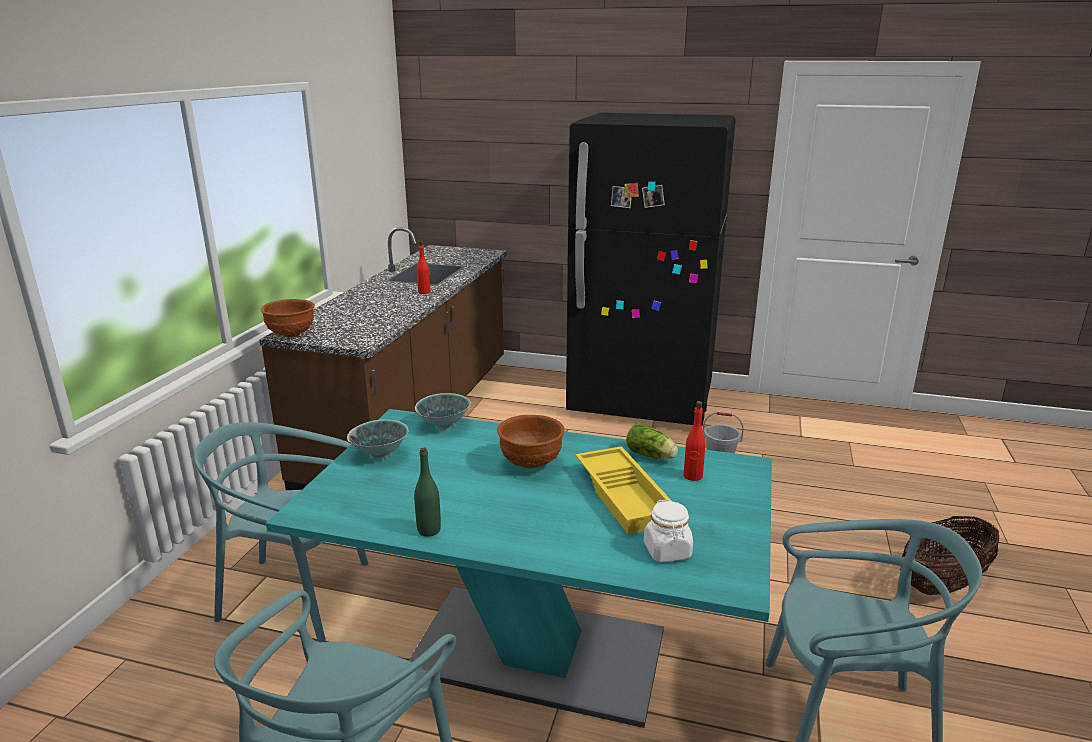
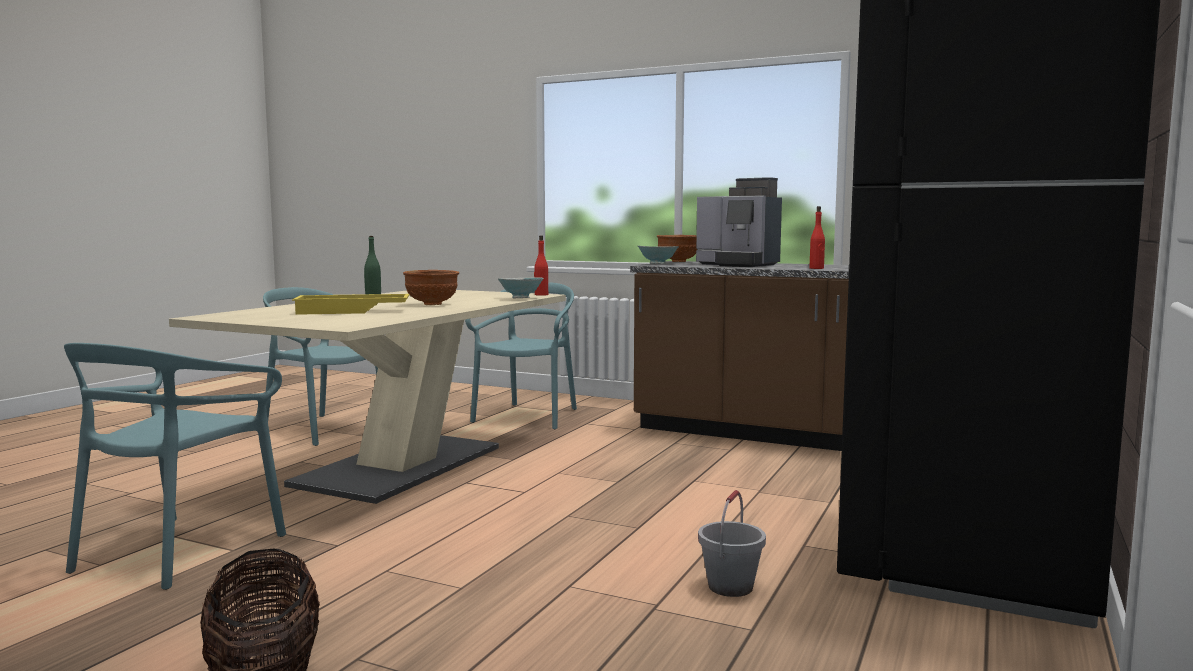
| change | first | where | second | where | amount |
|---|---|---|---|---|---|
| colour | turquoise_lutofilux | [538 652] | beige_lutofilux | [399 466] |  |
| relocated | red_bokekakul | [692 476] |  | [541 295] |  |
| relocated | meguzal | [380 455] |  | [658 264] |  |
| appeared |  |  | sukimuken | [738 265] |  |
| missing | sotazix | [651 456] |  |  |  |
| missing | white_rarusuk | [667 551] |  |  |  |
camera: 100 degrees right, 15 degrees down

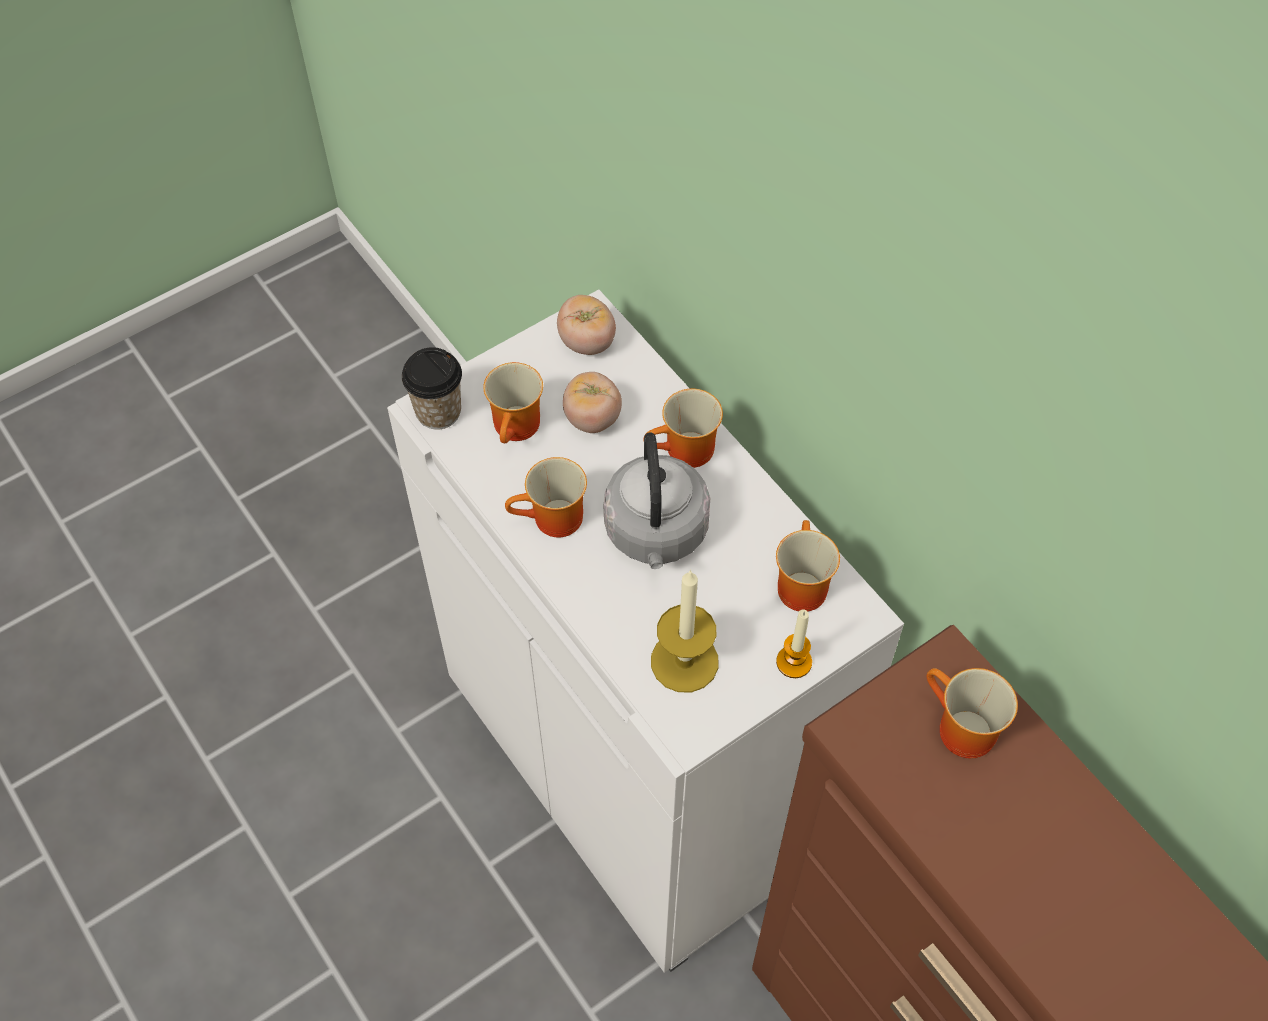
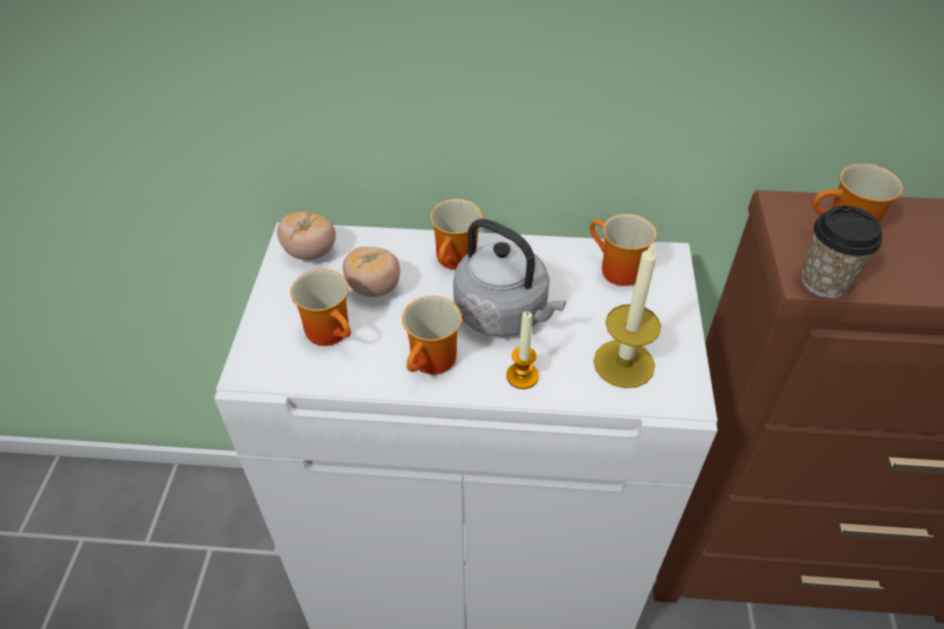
| change | first | where | second | where | amount |
|---|---|---|---|---|---|
| relocated | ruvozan | [794 662] |  | [522 376] |  |
| relocated | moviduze | [438 412] |  | [824 281] |  |
camera: 50 degrees left, 10 degrees down

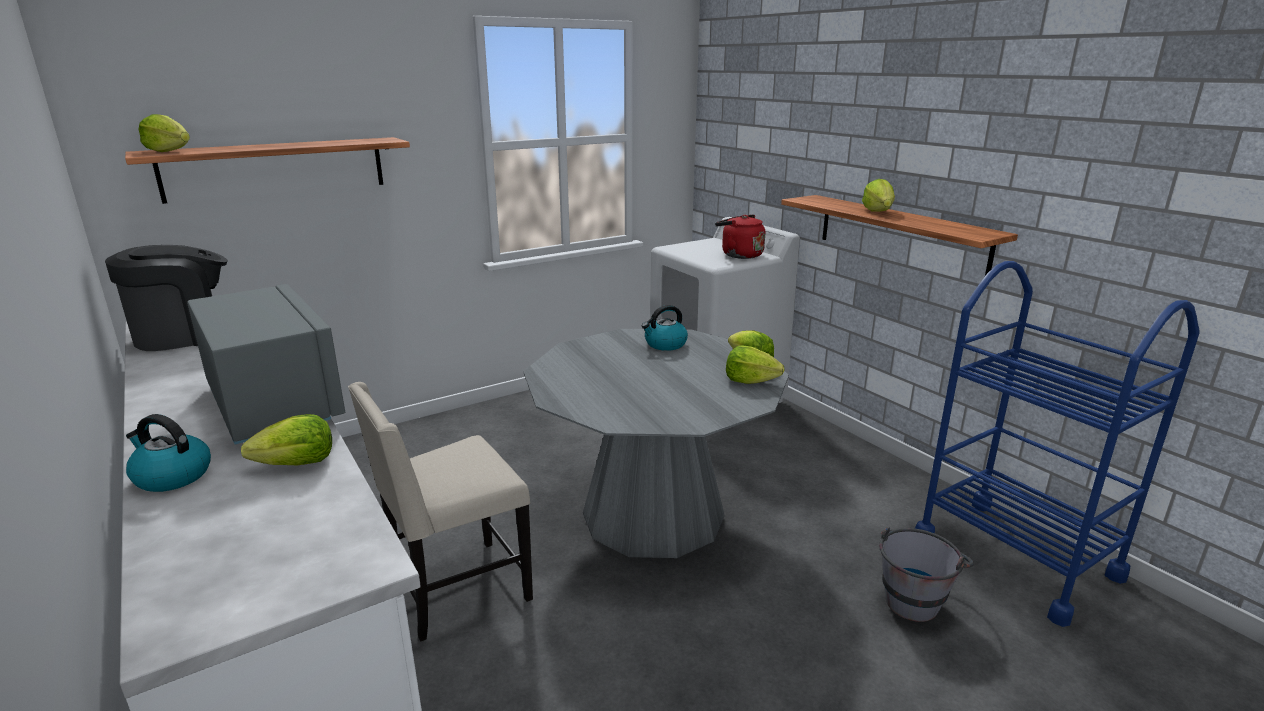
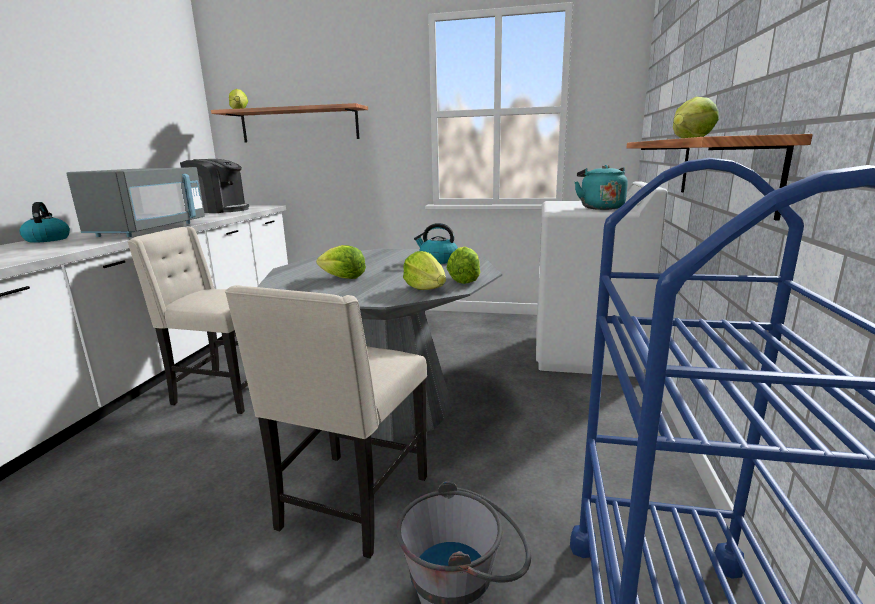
| change | first | where | second | where | amount |
|---|---|---|---|---|---|
| appeared |  |  | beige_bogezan | [351 504] |  |
| relocated | sotazix | [297 464] |  | [343 278] |  |
| colour | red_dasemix | [739 255] | turquoise_dasemix | [600 208] |  |
camera: 45 degrees right, 5 degrees down

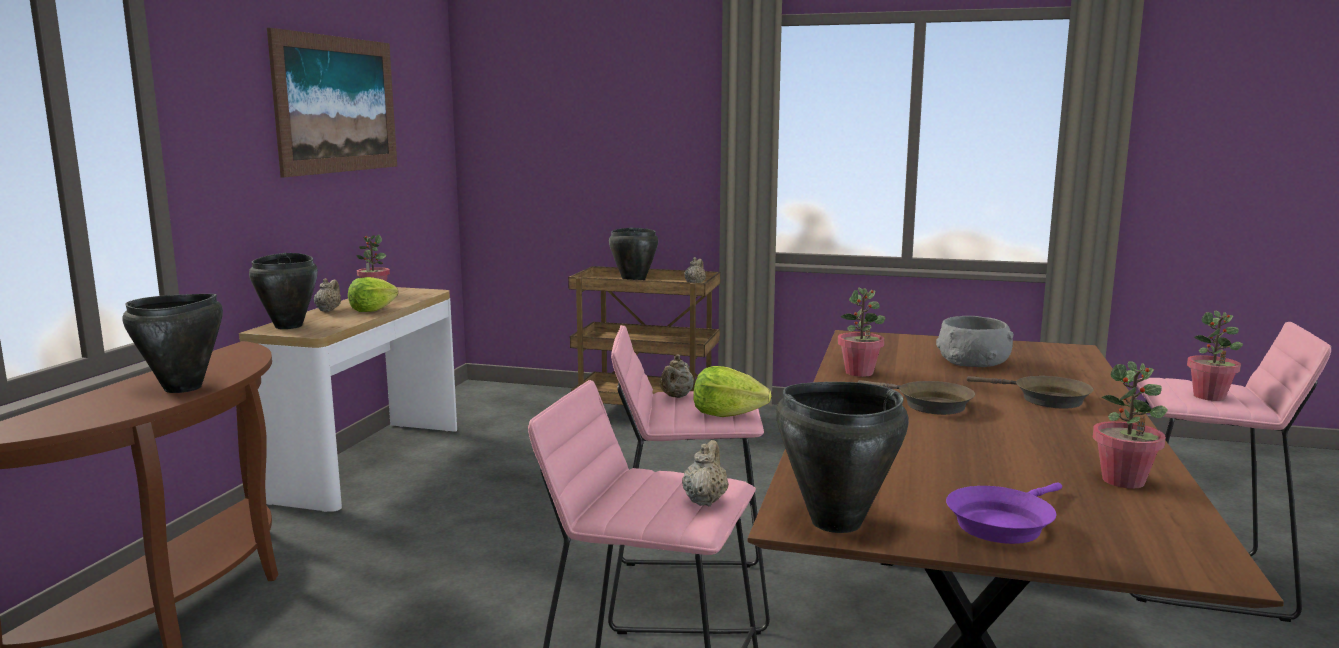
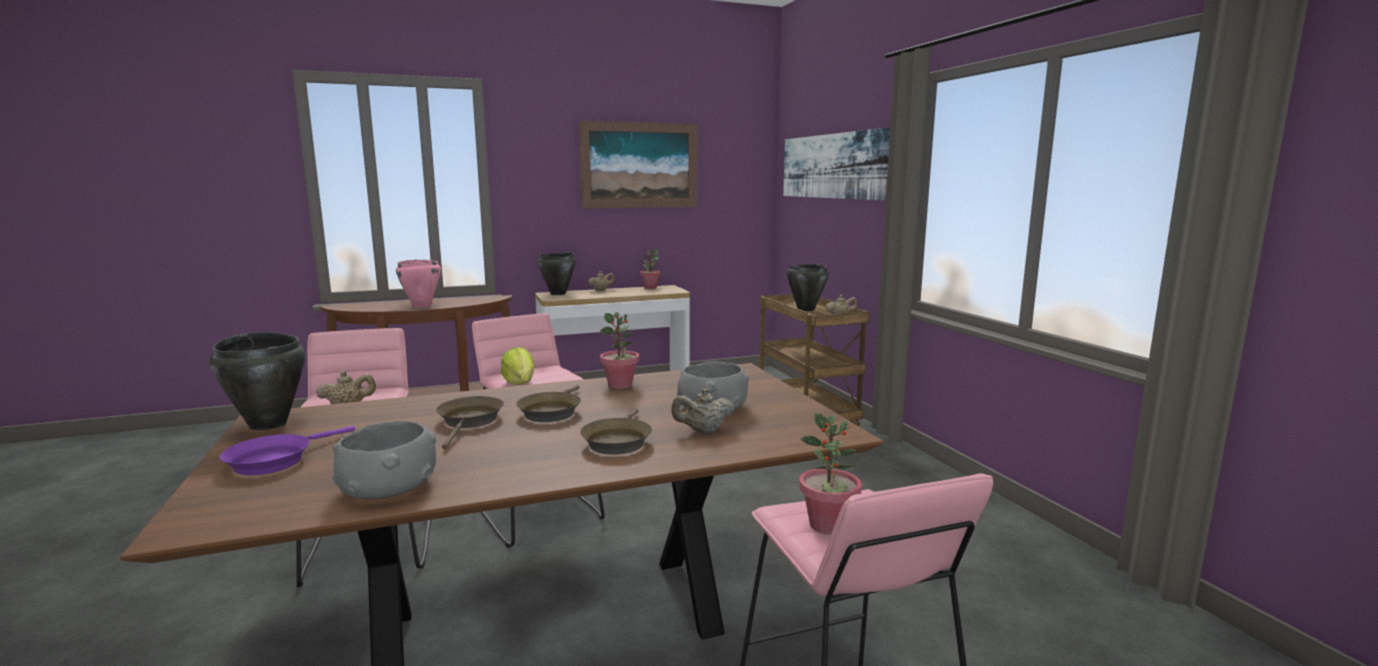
| change | first | where | second | where | amount |
|---|---|---|---|---|---|
| spun | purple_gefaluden | [1003 523] |  | [275 460] | 75 degrees counterclockwise |
| exchanged | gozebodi | [1123 481] | grey_meguzal | [390 486] |  |
| colour | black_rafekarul | [183 388] | pink_rafekarul | [421 306] |  |
| appeared |  |  | brown_gefaluden | [470 422] |  |
| relocated | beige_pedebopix | [676 396] |  | [703 431] |  |
| appeared |  |  | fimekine | [831 166] |  |
| missing | sotazix | [372 310] |  |  |  |
camera: 55 degrees right, 0 degrees up

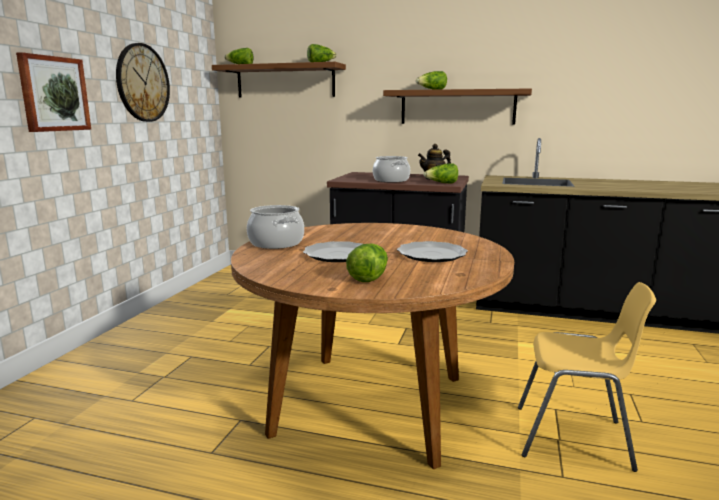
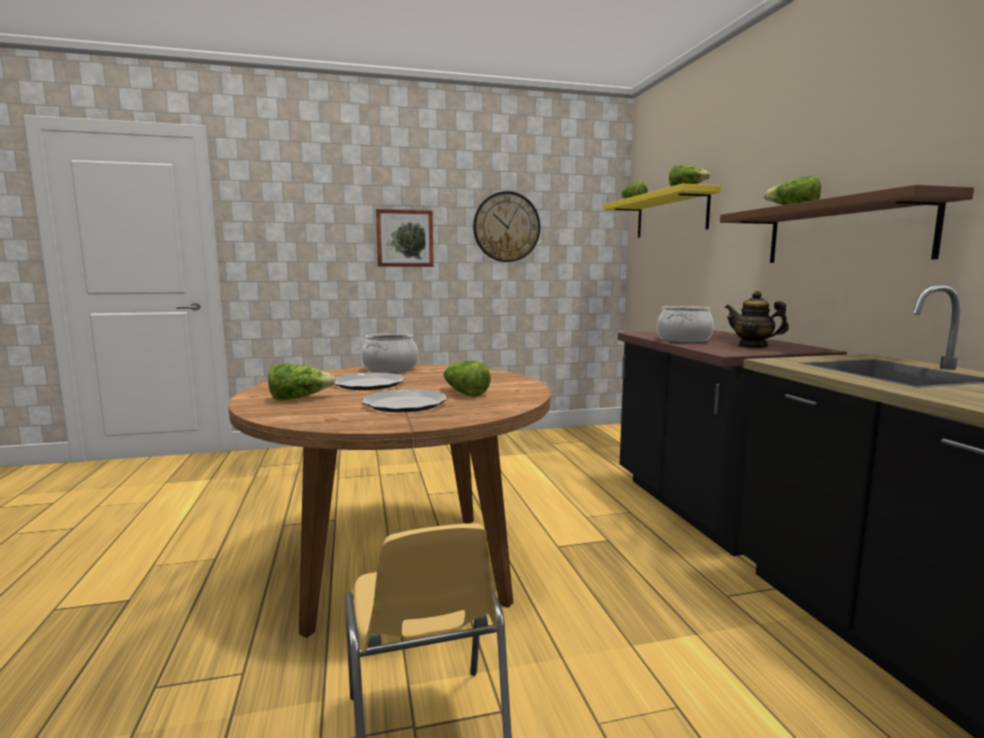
| change | first | where | second | where | amount |
|---|---|---|---|---|---|
| relocated | sotazix | [442 183] |  | [464 393] |  |
| colour | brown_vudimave | [285 81] | yellow_vudimave | [670 215] |  |
camera: 60 degrees right, 5 degrees down

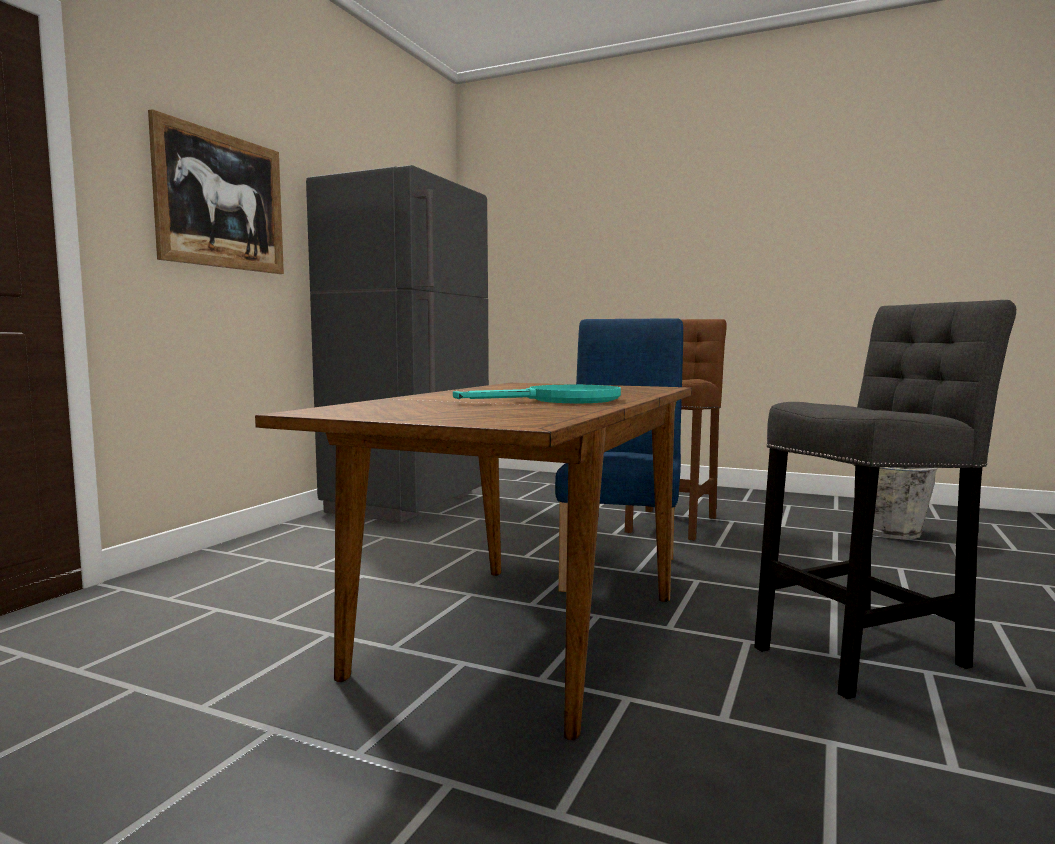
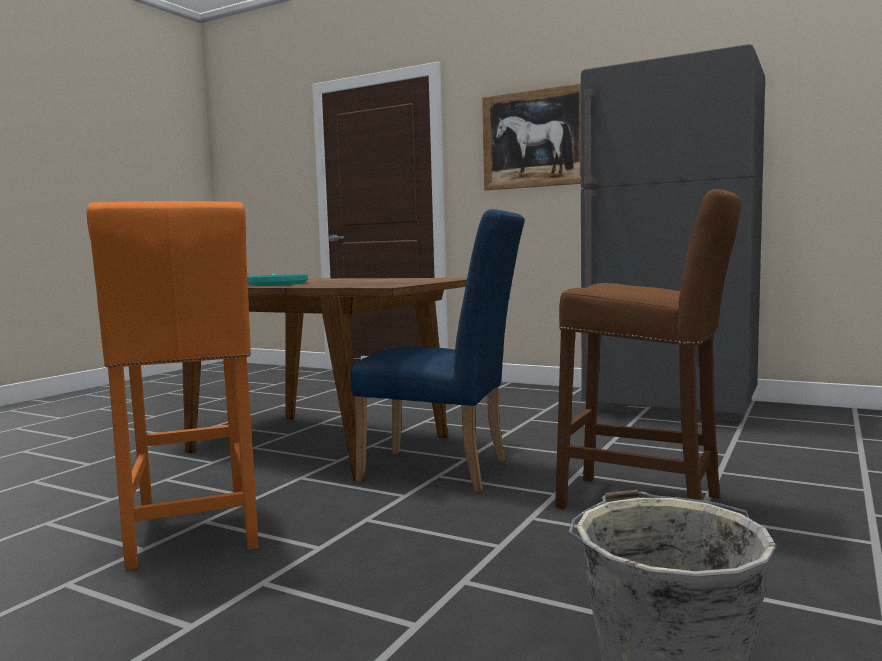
| change | first | where | second | where | amount |
|---|---|---|---|---|---|
| colour | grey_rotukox | [867 654] | orange_rotukox | [193 533] |  |
camera: 95 degrees right, 0 degrees up

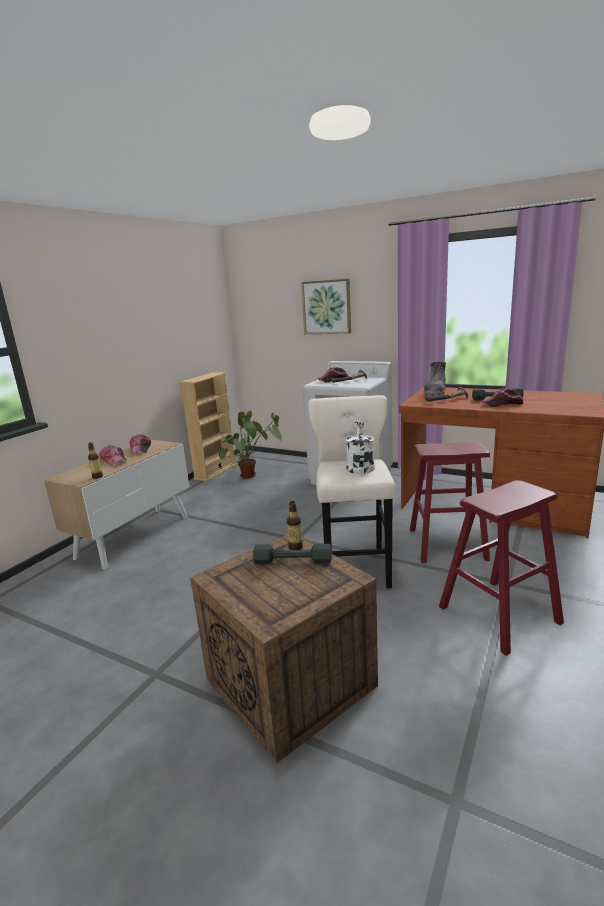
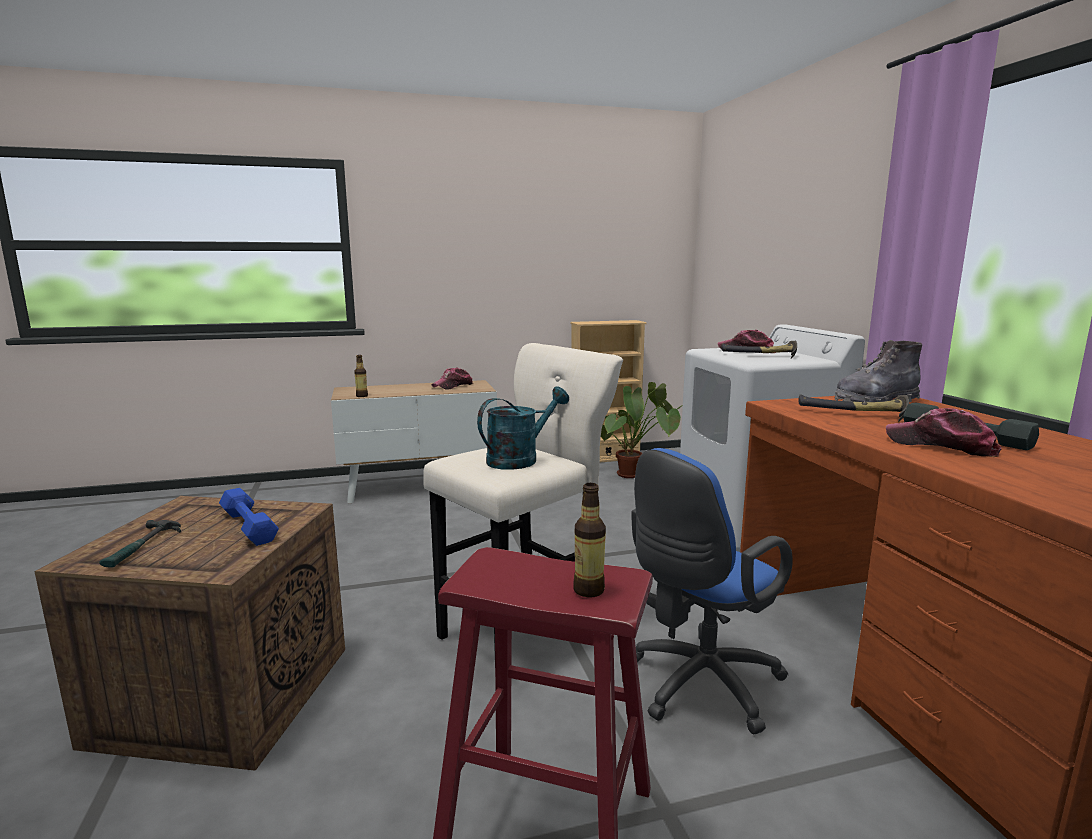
| change | first | where | second | where | amount |
|---|---|---|---|---|---|
| appeared |  |  | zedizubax | [142 547] |  |
| colour | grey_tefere | [293 561] | blue_tefere | [249 526] |  |
| colour | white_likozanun | [359 466] | turquoise_likozanun | [519 459] |  |
| relocated | bokekakul | [295 547] |  | [588 590] |  |
| exchanged | red_rotukox | [446 544] | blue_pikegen | [698 686] |  |
| missing | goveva | [114 460] |  |  |  |
| missing | fimekine | [326 307] |  |  |  |
camera: 45 degrees right, 5 degrees down

